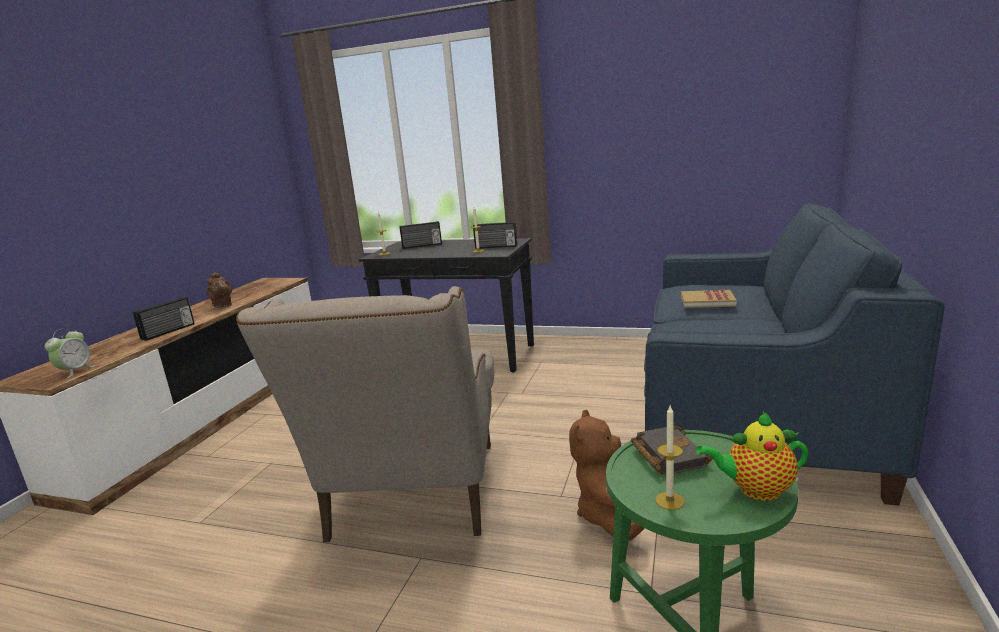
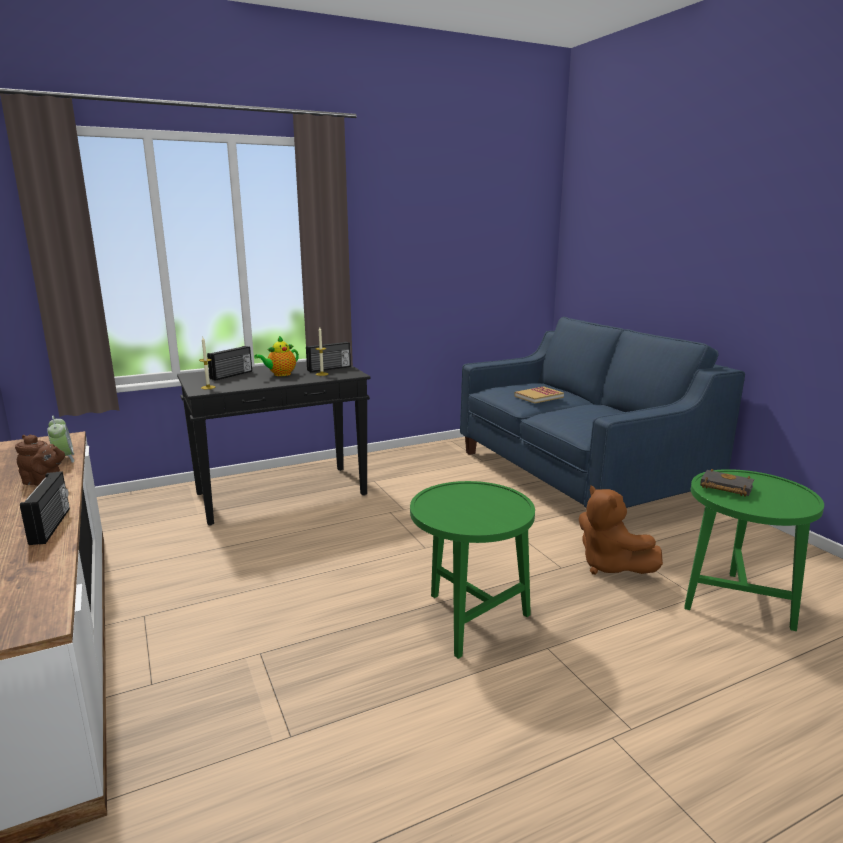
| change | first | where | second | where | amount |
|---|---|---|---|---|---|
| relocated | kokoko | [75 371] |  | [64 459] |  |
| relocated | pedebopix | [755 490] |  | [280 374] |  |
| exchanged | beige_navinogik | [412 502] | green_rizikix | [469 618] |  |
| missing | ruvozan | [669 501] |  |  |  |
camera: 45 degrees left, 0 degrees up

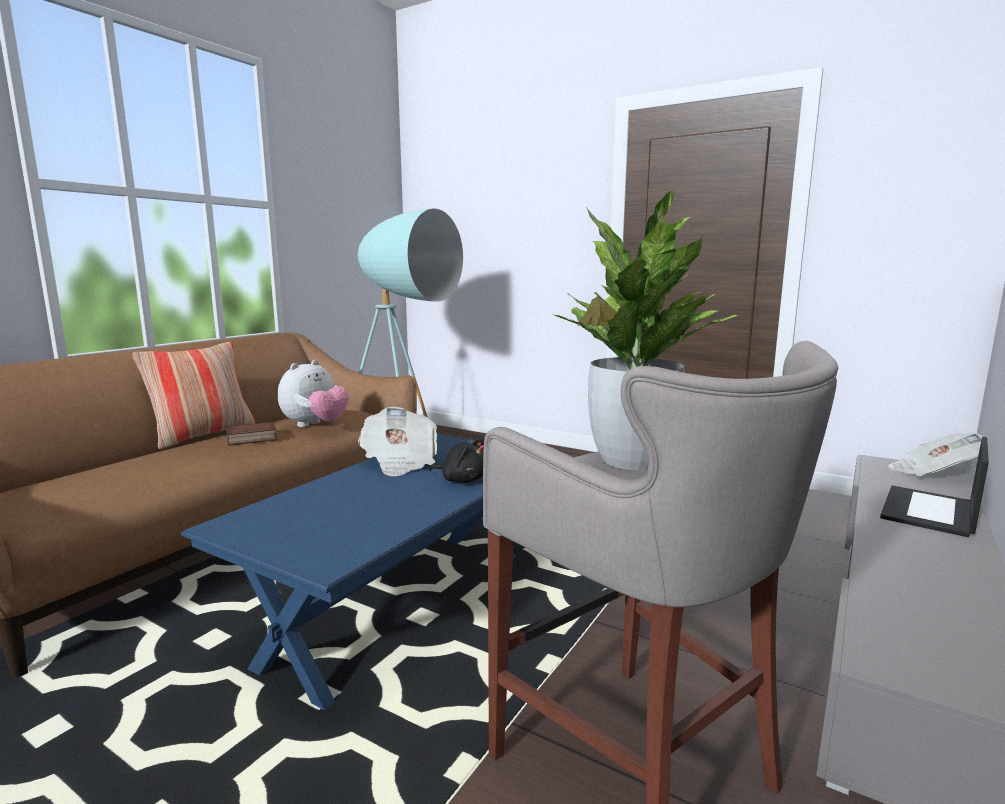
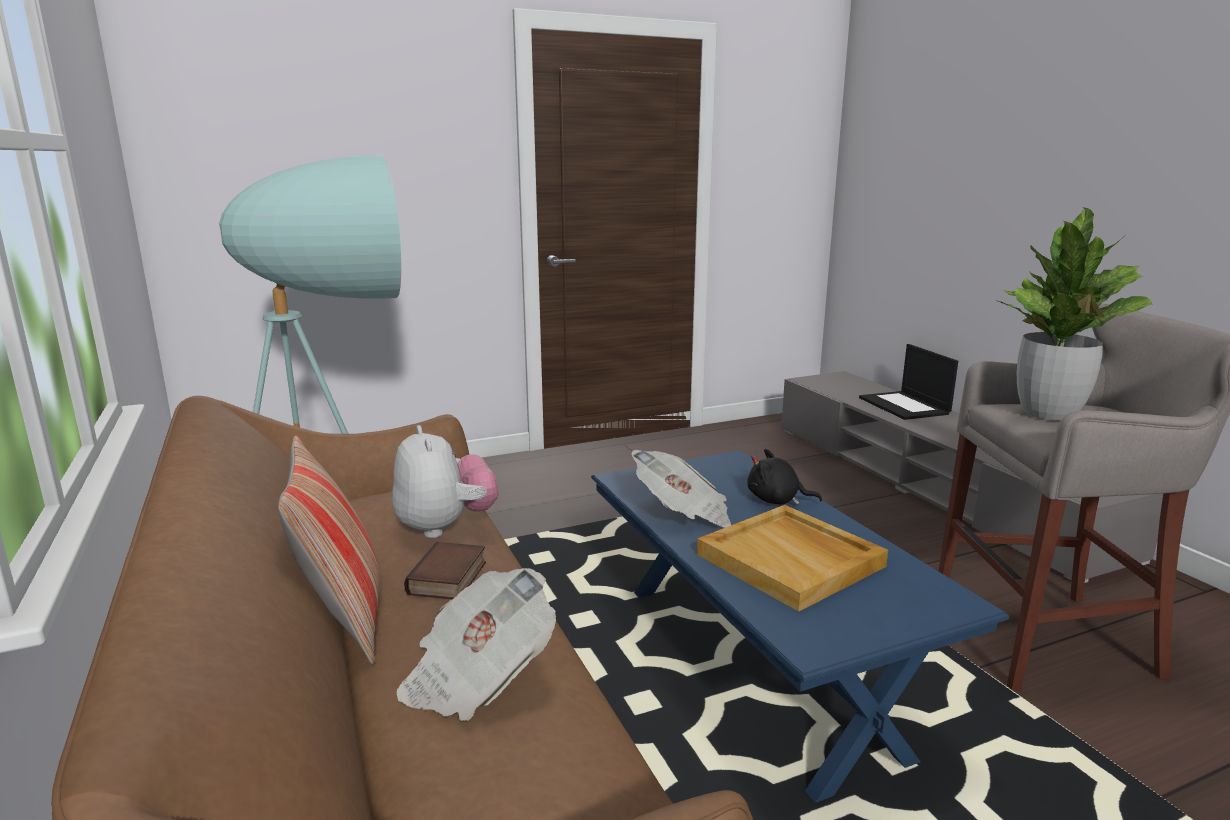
| change | first | where | second | where | amount |
|---|---|---|---|---|---|
| relocated | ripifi | [932 473] |  | [477 677] |  |
| appeared |  |  | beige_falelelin | [792 560] |  |
| spun | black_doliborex | [462 480] |  | [777 500] | 135 degrees counterclockwise |
camera: 55 degrees left, 5 degrees up

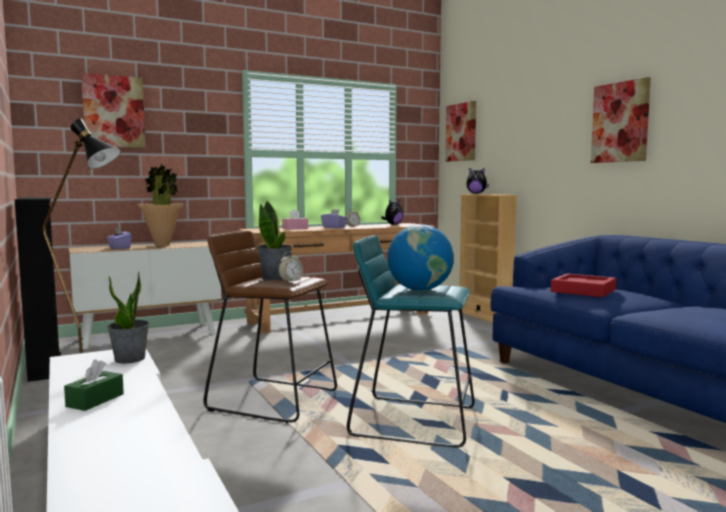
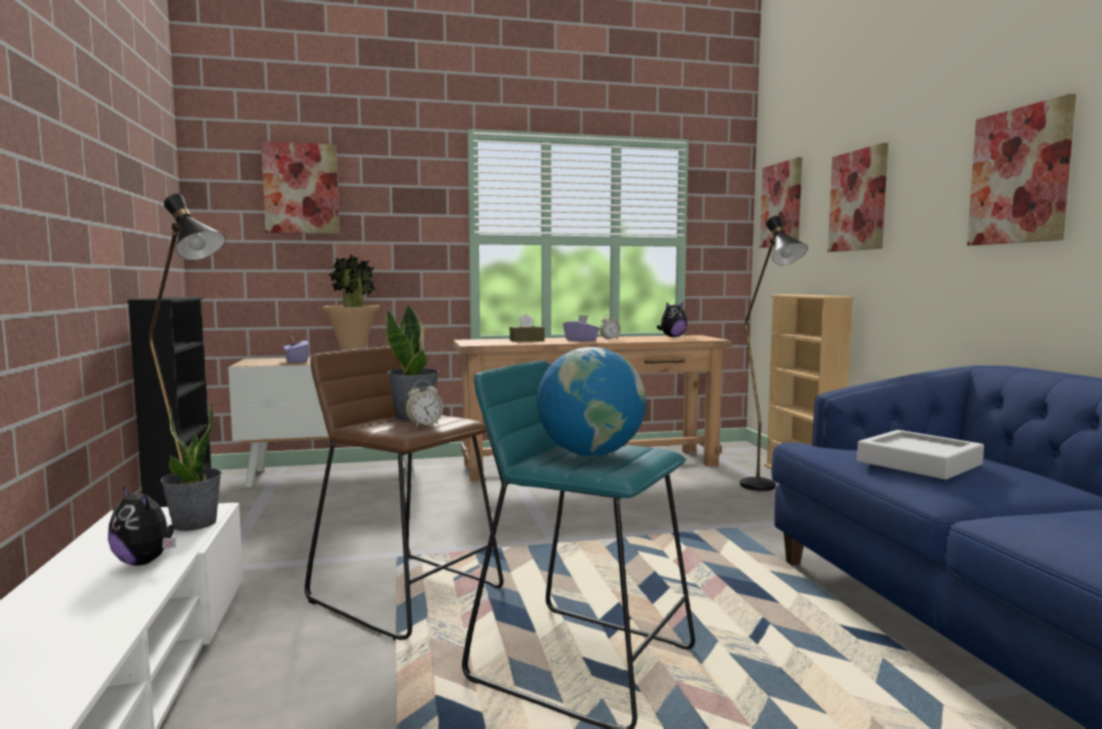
| change | first | where | second | where | amount |
|---|---|---|---|---|---|
| relocated | doliborex | [476 193] |  | [145 562] |  |
| colour | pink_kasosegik | [295 228] | brown_kasosegik | [526 340] |  |
| appeared |  |  | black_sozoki | [765 489] |  |
| appeared |  |  | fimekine | [858 200] |  |
| colour | red_falelelin | [583 290] | grey_falelelin | [918 463] |  |
| missing | green_kasosegik | [95 400] |  |  |  |
camera: 15 degrees right, 0 degrees up

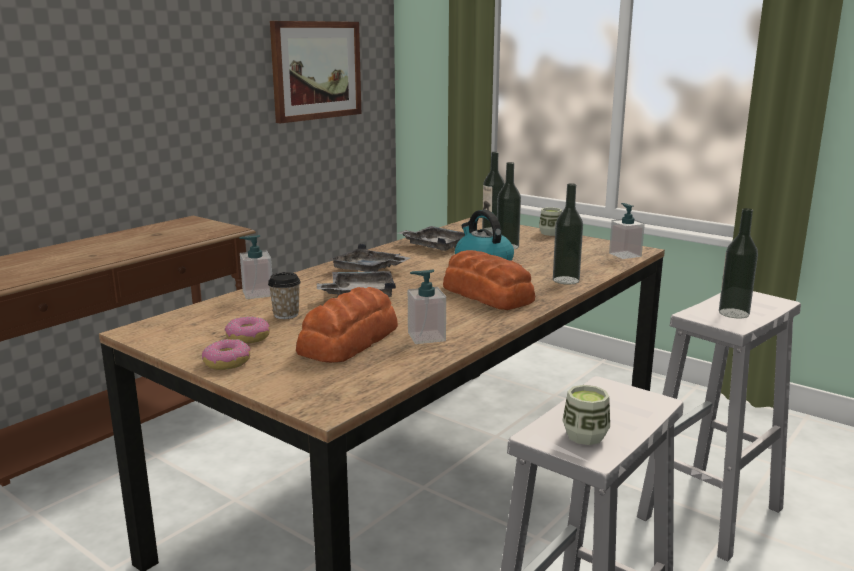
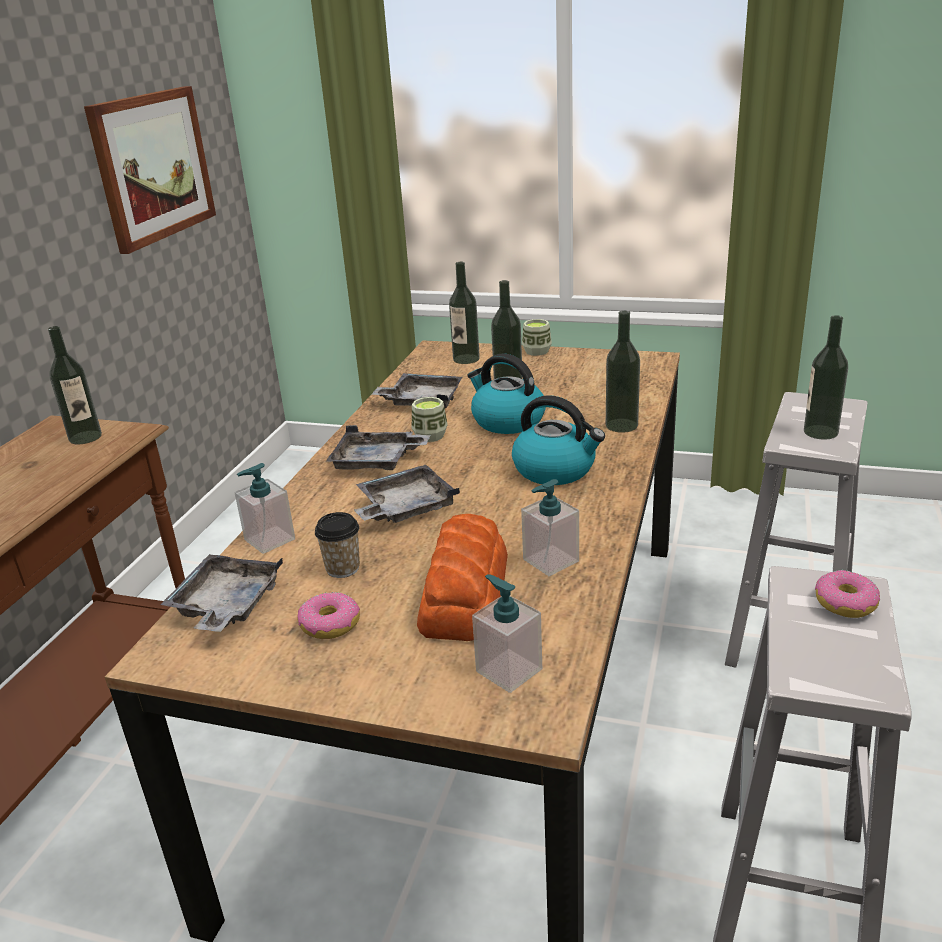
| change | first | where | second | where | amount |
|---|---|---|---|---|---|
| appeared |  |  | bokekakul | [85 437] |  |
| appeared |  |  | grey_falelelin | [226 605] |  |
| relocated | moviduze | [585 436] |  | [430 436] |  |
| relocated | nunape | [625 255] |  | [508 670] |  |
| exchanged | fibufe | [487 294] | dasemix | [555 470] |  |
| relocated | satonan | [227 362] |  | [845 603] |  |
camera: 20 degrees left, 10 degrees up

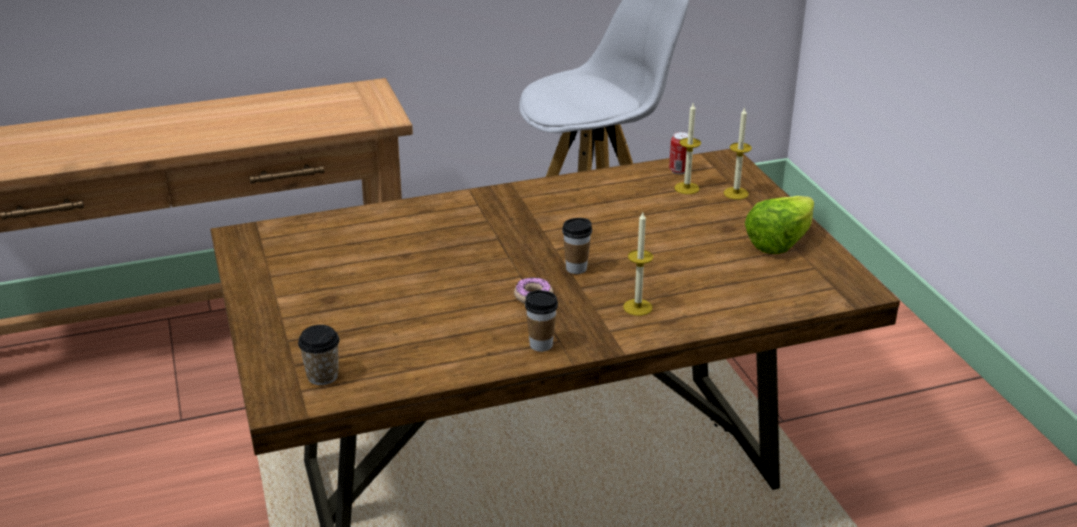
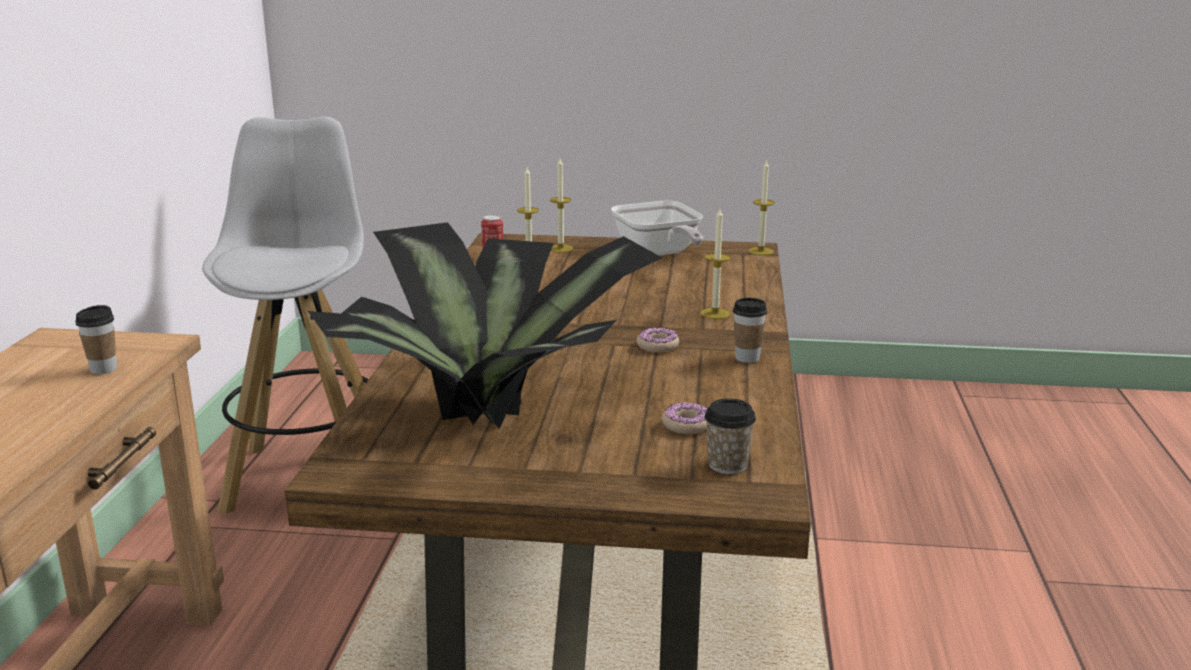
| change | first | where | second | where | amount |
|---|---|---|---|---|---|
| relocated | moviduze | [576 268] |  | [103 369] |  |
| appeared |  |  | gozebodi | [490 402] |  |
| exchanged | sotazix | [779 242] | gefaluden | [659 253] |  |
| appeared |  |  | satonan | [686 425] |  |
| appeared |  |  | ruvozan | [761 251] |  |
camera: 65 degrees left, 10 degrees down

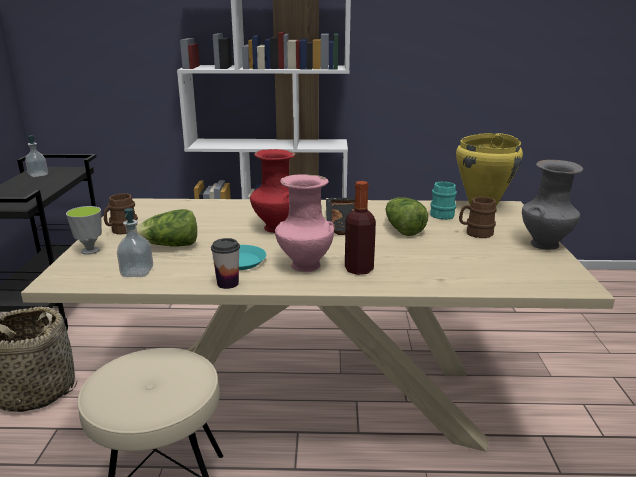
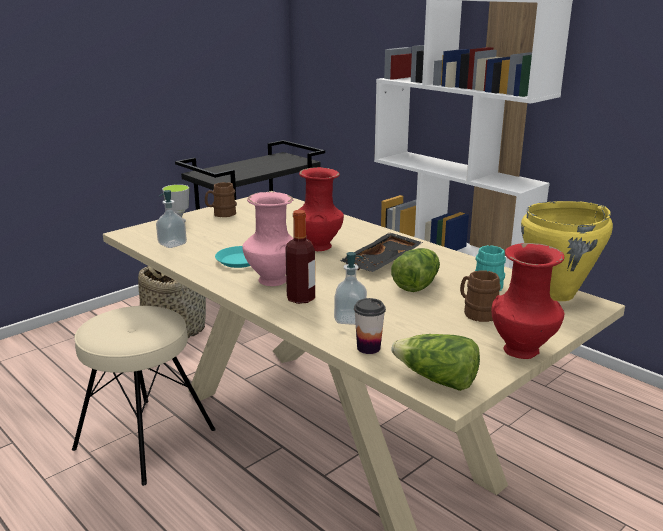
| change | first | where | second | where | amount |
|---|---|---|---|---|---|
| relocated | nunape | [38 175] |  | [350 319] |  |
| relocated | moviduze | [228 283] |  | [368 348] |  |
| relocated | sotazix | [170 246] |  | [436 380] |  |
| colour | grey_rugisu | [545 244] | red_rugisu | [523 351] |  |
camera: 45 degrees right, 0 degrees up

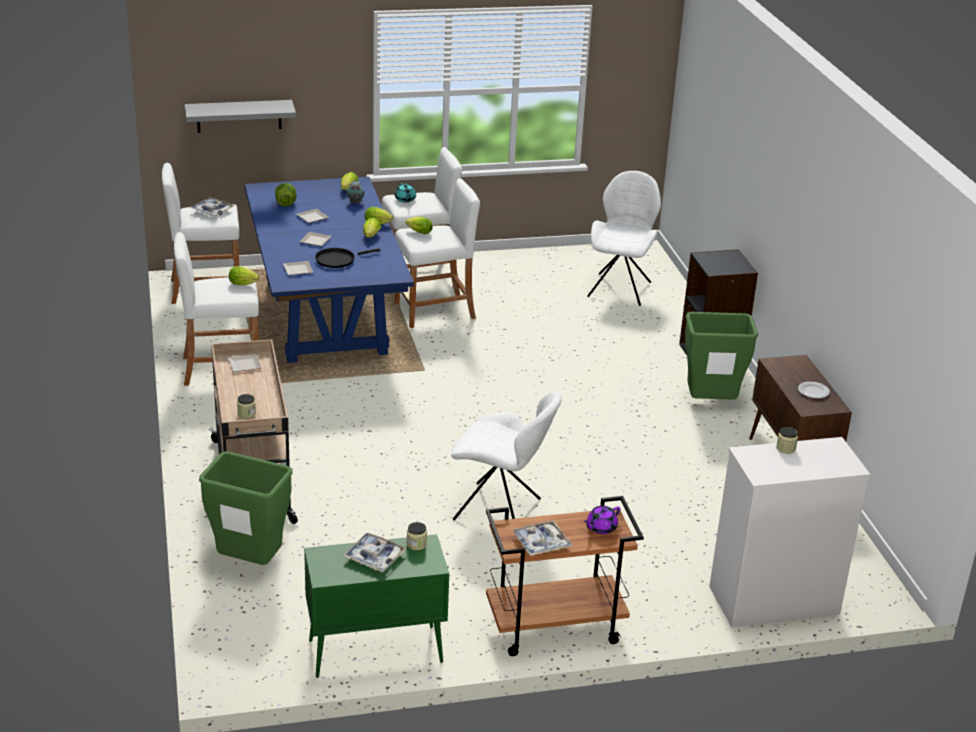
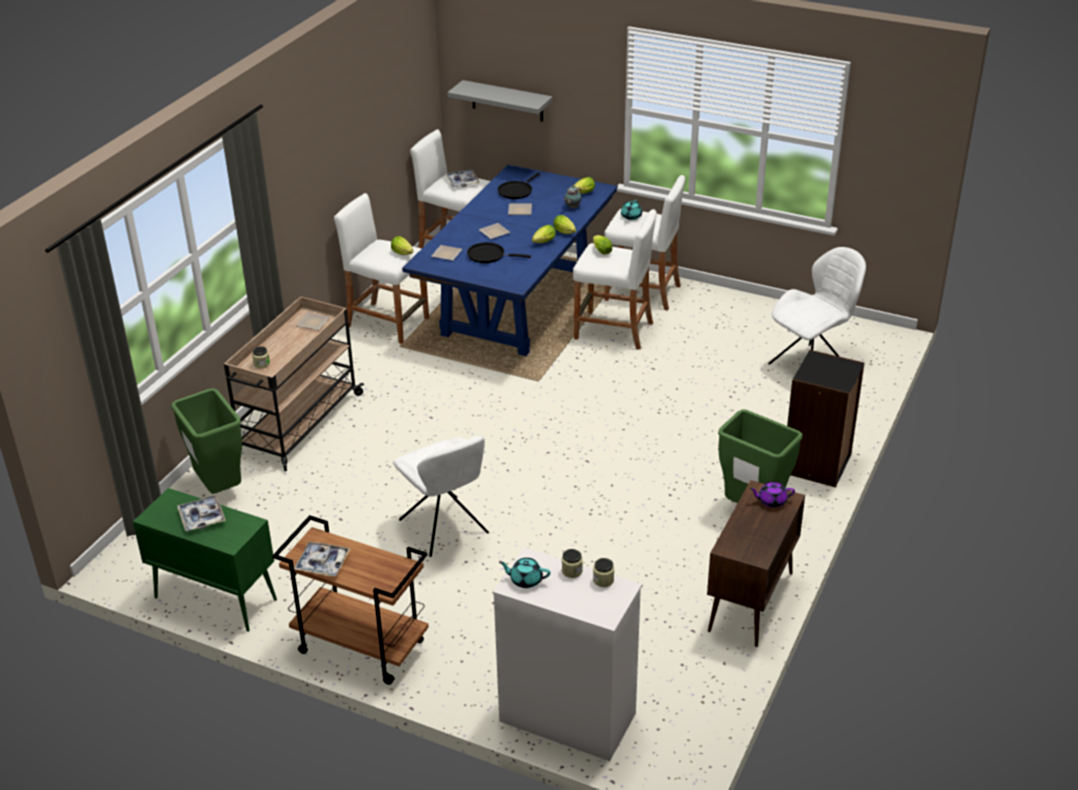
| change | first | where | second | where | amount |
|---|---|---|---|---|---|
| exchanged | sotazix | [285 203] | black_gefaluden | [516 191] |  |
| appeared |  |  | turquoise_pedebopix | [525 580] |  |
| relocated | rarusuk | [416 544] |  | [603 580] |  |
| relocated | purple_pedebopix | [601 528] |  | [771 501] |  |
| missing | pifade | [813 392] |  |  |  |
camera: 40 degrees right, 5 degrees up

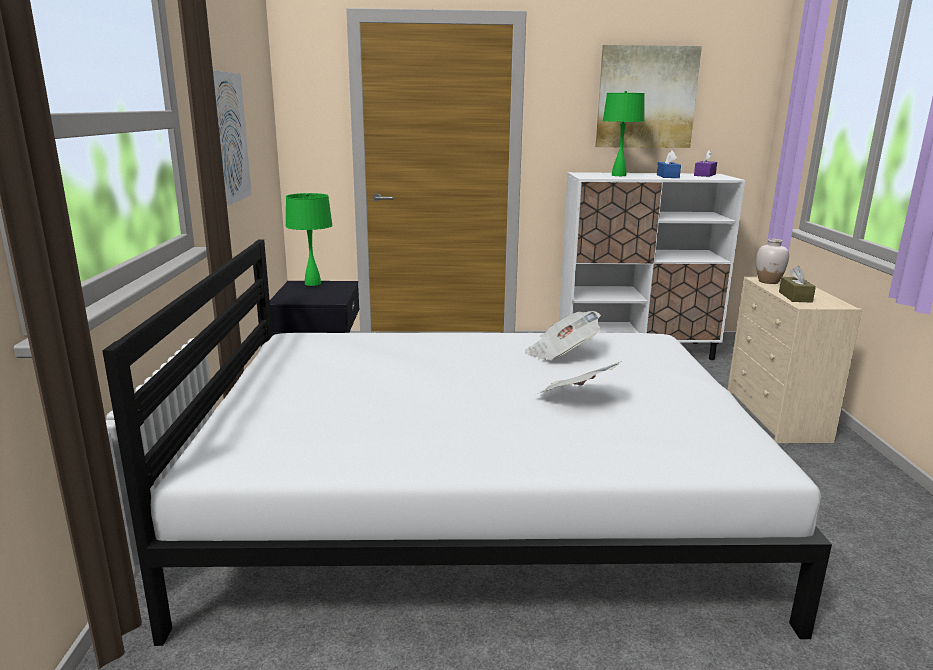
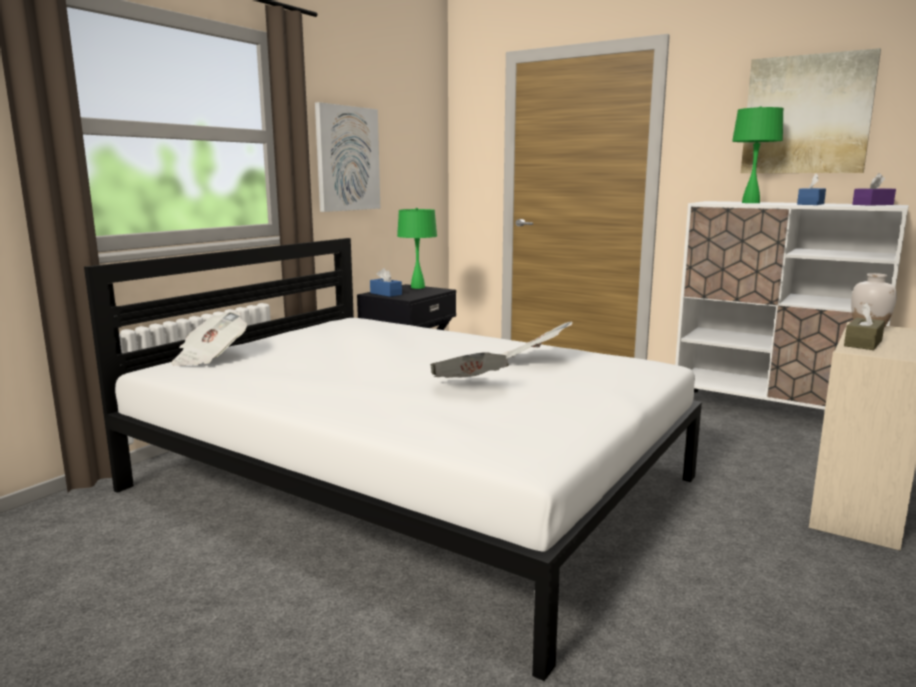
| change | first | where | second | where | amount |
|---|---|---|---|---|---|
| appeared |  |  | ripifi | [210 358] |  |
| appeared |  |  | blue_kasosegik | [386 294] |  |
camera: 35 degrees right, 5 degrees down

